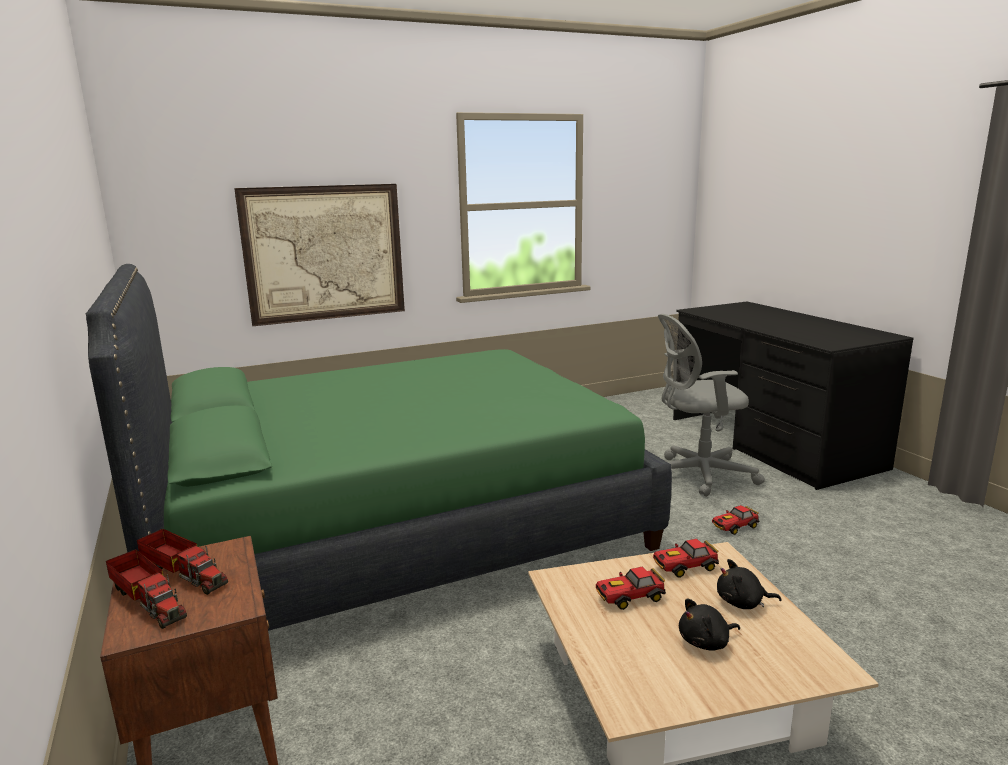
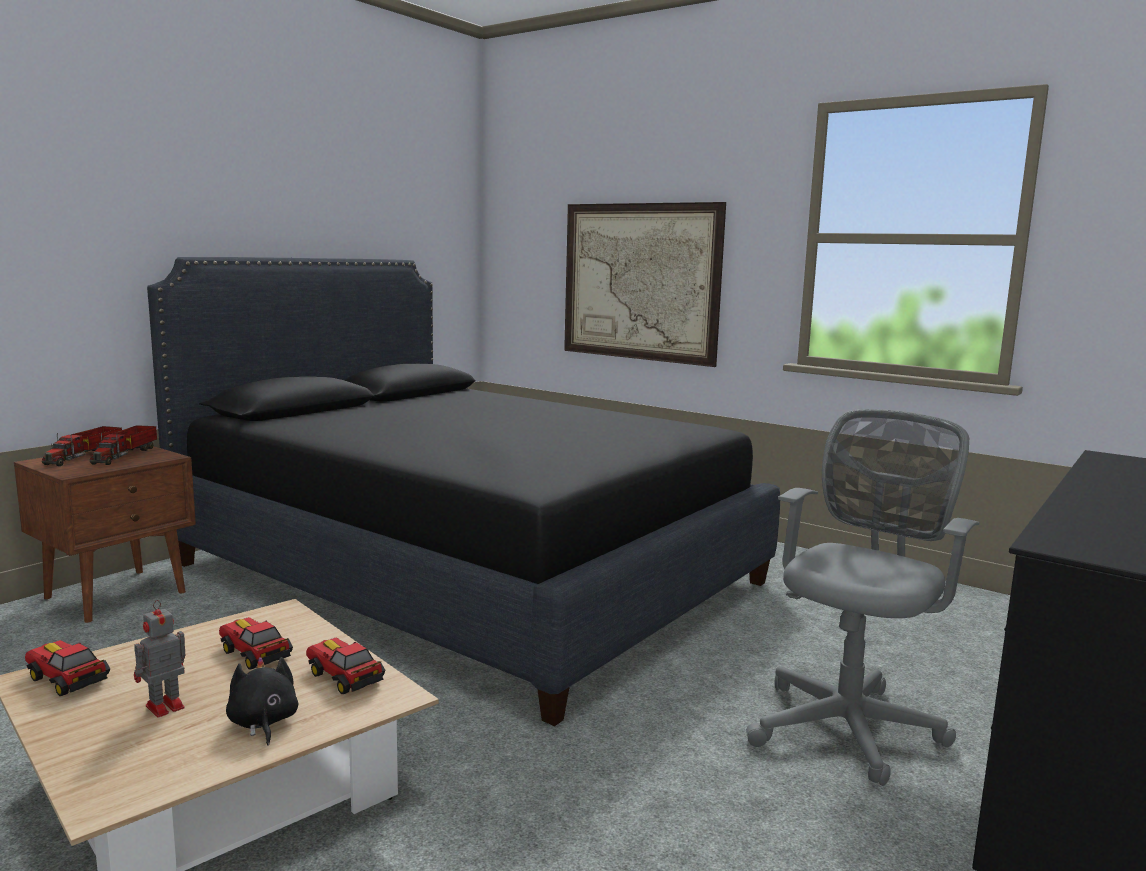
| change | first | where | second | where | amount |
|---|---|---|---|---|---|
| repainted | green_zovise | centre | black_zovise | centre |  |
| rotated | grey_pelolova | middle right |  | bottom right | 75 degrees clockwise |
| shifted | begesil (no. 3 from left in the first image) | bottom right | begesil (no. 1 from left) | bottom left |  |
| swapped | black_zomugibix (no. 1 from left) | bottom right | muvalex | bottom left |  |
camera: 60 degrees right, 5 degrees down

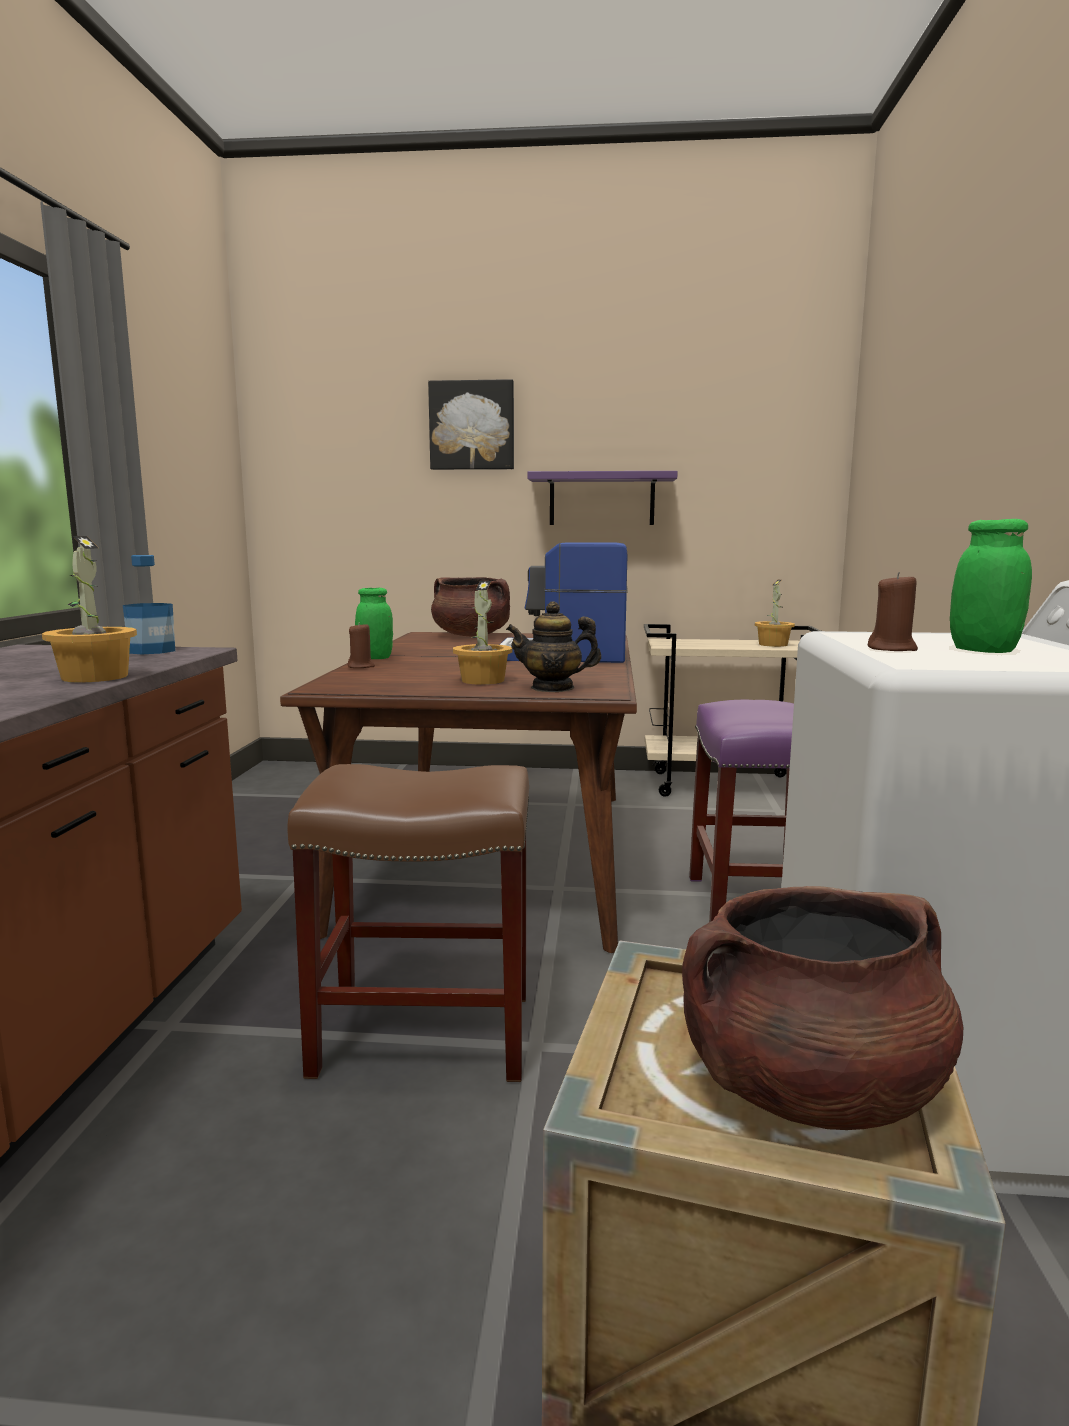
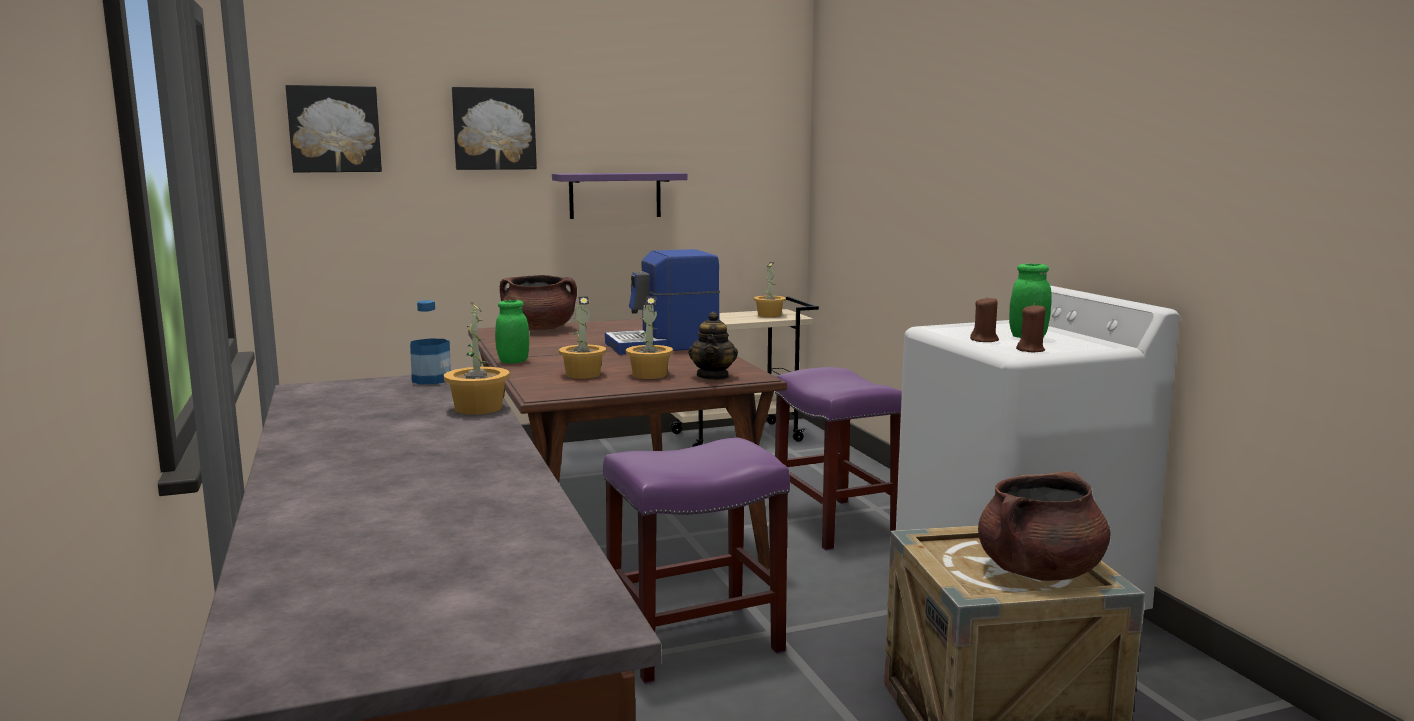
| change | first | where | second | where | amount |
|---|---|---|---|---|---|
| rotated | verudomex | centre |  | centre | 60 degrees counterclockwise |
| shifted | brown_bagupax (no. 1 from left in the first image) | centre | brown_bagupax (no. 2 from left) | middle right |  |
| repainted | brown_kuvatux | centre | purple_kuvatux (no. 1 from left) | bottom centre |  |
| new |  |  | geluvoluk (no. 1 from left) | top left |  |
| new |  |  | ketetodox (no. 2 from left) | centre |  |
camera: 25 degrees left, 0 degrees up

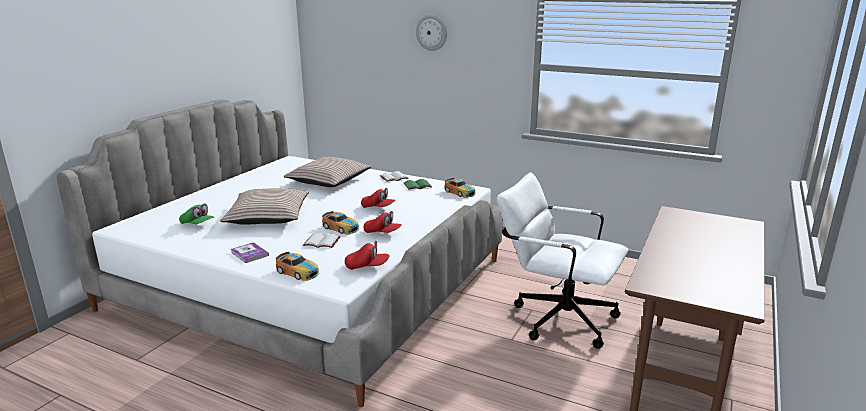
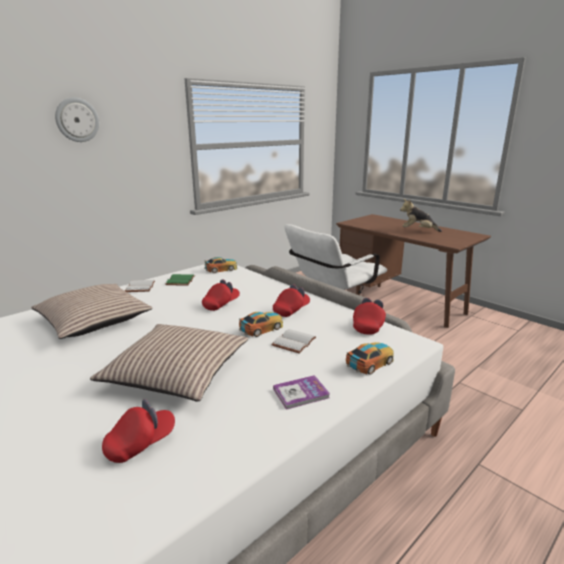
| change | first | where | second | where | amount |
|---|---|---|---|---|---|
| repainted | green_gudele | middle left | red_gudele (no. 1 from left) | bottom left |  |
| new |  |  | zomugibix | middle right |  |
camera: 70 degrees left, 0 degrees up

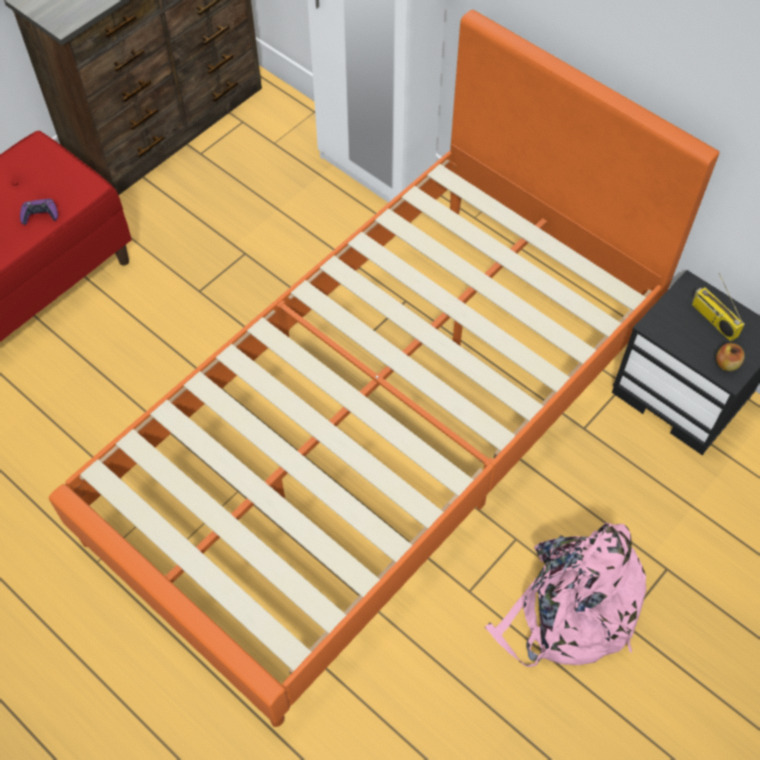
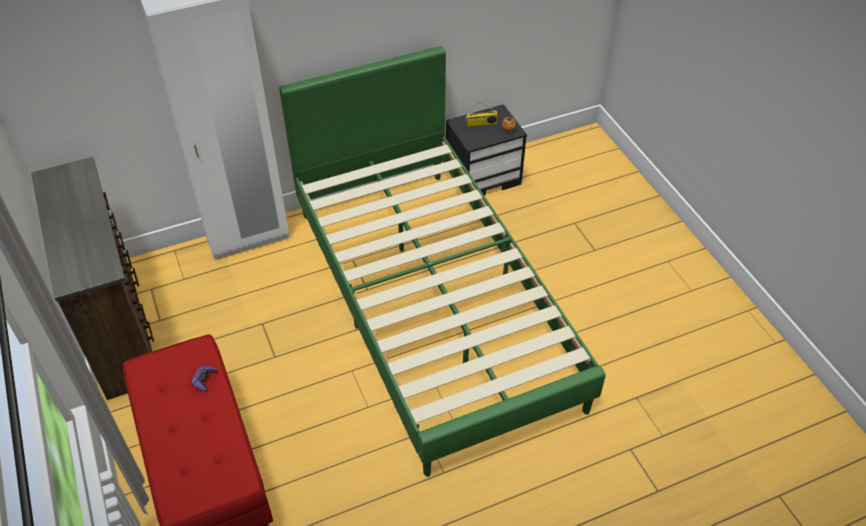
| change | first | where | second | where | amount |
|---|---|---|---|---|---|
| repainted | orange_zovise | centre | green_zovise | centre |  |
| gone | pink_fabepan | bottom right |  |  |  |
camera: 65 degrees left, 10 degrees down

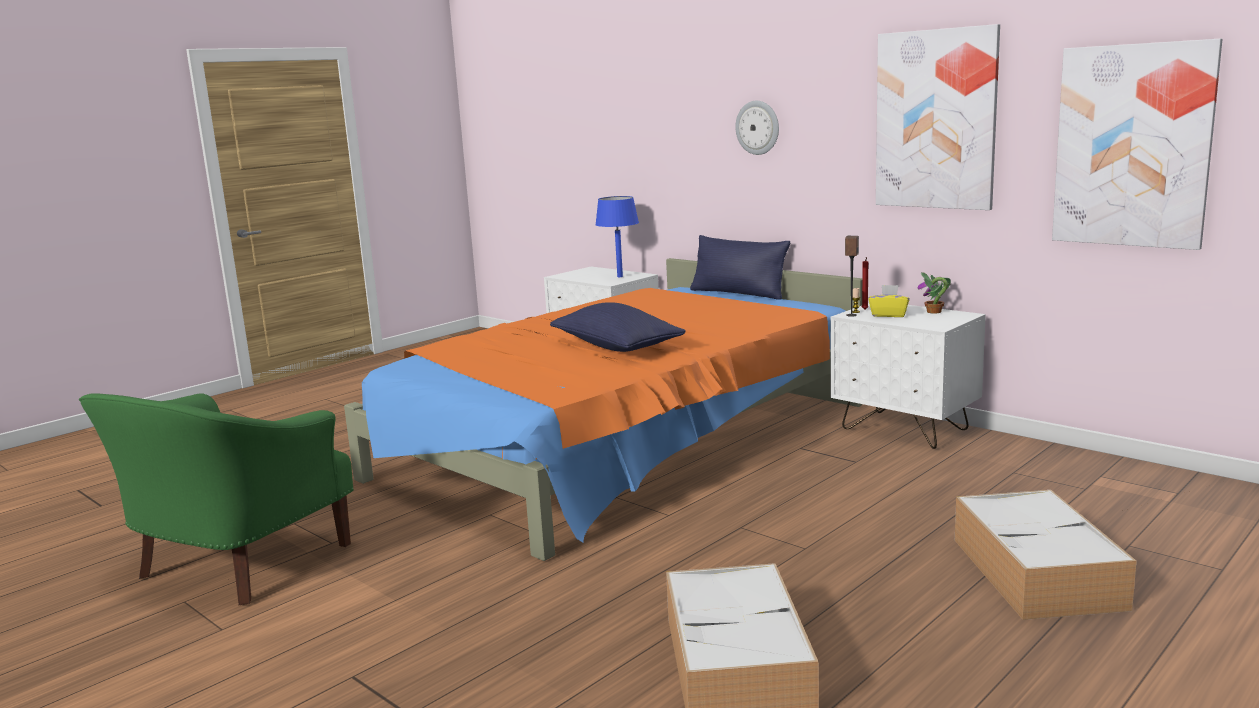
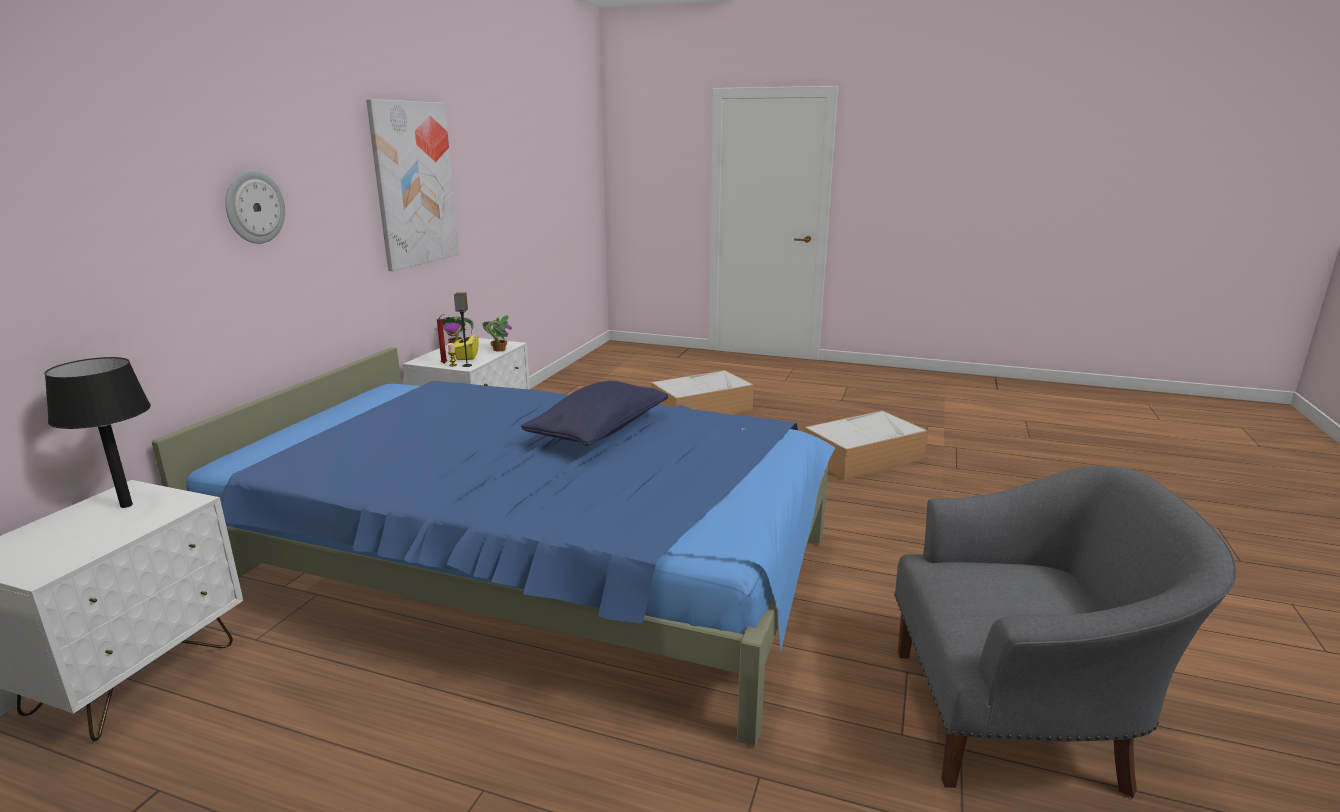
| change | first | where | second | where | amount |
|---|---|---|---|---|---|
| gone | geluvoluk (no. 2 from left) | top right |  |  |  |
| repainted | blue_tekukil | centre | black_tekukil | middle left |  |
| gone | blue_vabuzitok (no. 2 from left) | centre |  |  |  |
| repainted | orange_zovise | centre | blue_zovise | bottom centre |  |
| repainted | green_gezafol | bottom left | grey_gezafol | bottom right |  |
| new |  |  | ketetodox (no. 2 from left) | centre |  |
camera: 115 degrees left, 5 degrees up

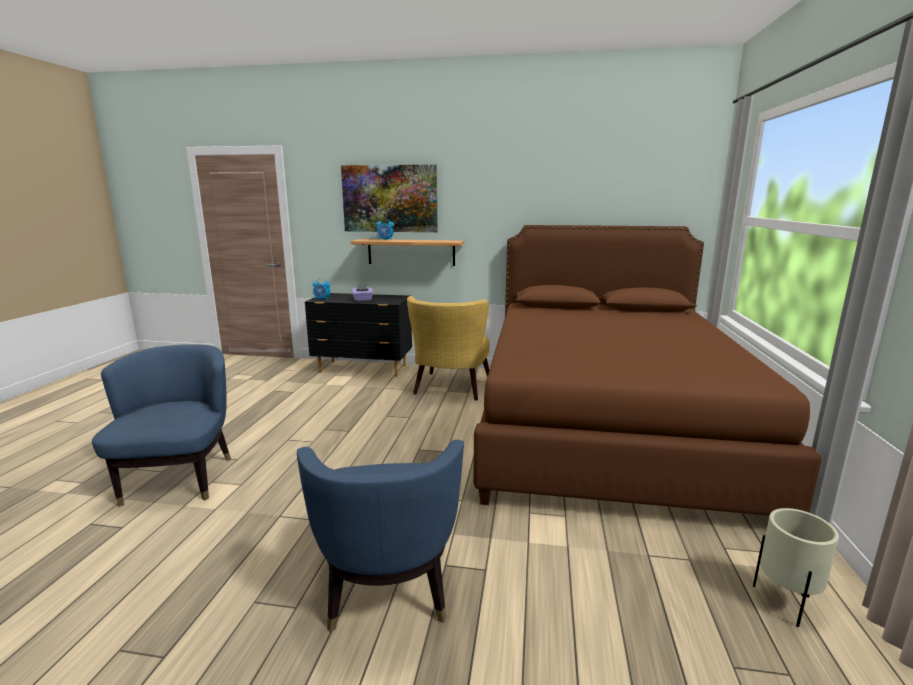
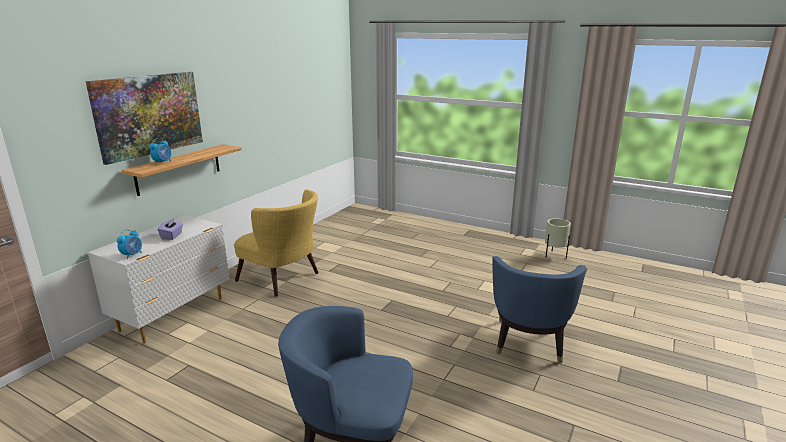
| change | first | where | second | where | amount |
|---|---|---|---|---|---|
| gone | brown_zovise | middle right |  |  |  |
| repainted | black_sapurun | centre | white_sapurun | middle left |  |
| rotated | blue_gezafol (no. 2 from left) | bottom centre |  | bottom right | 90 degrees clockwise |
camera: 70 degrees left, 5 degrees up

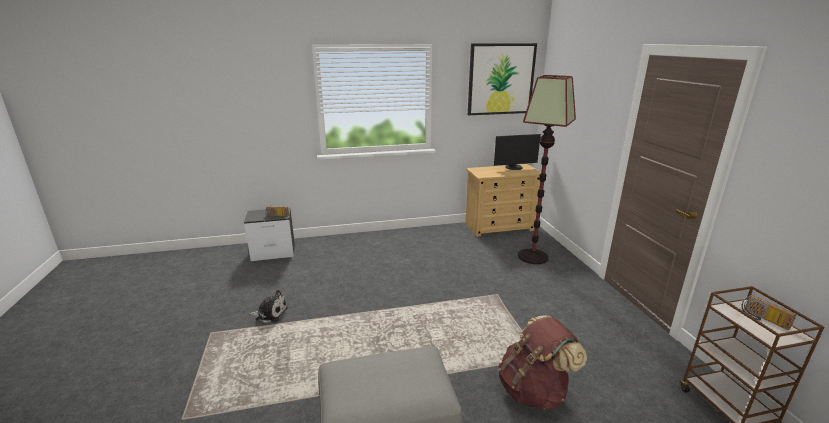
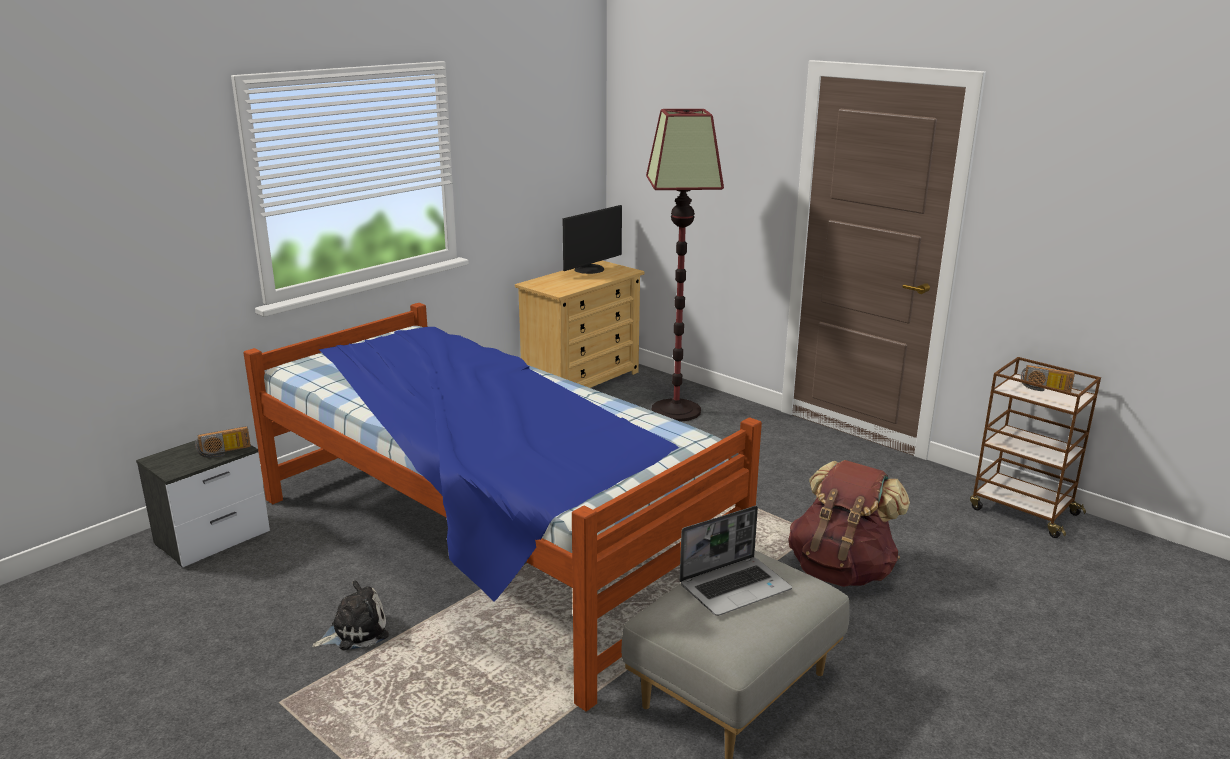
| change | first | where | second | where | amount |
|---|---|---|---|---|---|
| gone | geluvoluk | top centre |  |  |  |
| new |  |  | zovise | bottom centre |  |
| new |  |  | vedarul | bottom centre |  |
camera: 35 degrees left, 0 degrees up

